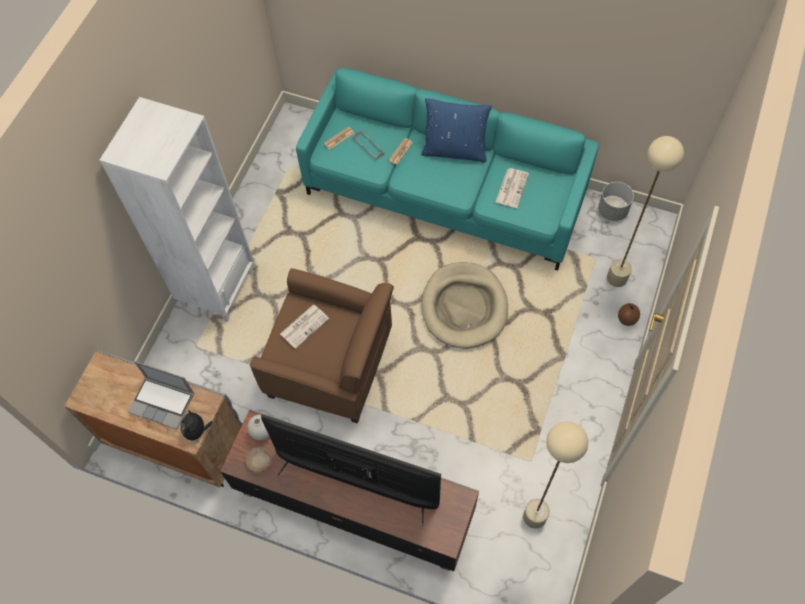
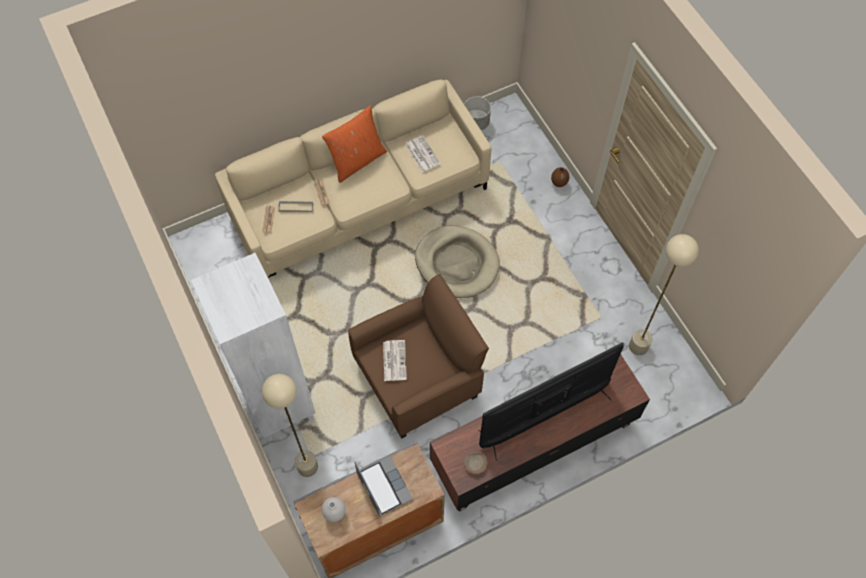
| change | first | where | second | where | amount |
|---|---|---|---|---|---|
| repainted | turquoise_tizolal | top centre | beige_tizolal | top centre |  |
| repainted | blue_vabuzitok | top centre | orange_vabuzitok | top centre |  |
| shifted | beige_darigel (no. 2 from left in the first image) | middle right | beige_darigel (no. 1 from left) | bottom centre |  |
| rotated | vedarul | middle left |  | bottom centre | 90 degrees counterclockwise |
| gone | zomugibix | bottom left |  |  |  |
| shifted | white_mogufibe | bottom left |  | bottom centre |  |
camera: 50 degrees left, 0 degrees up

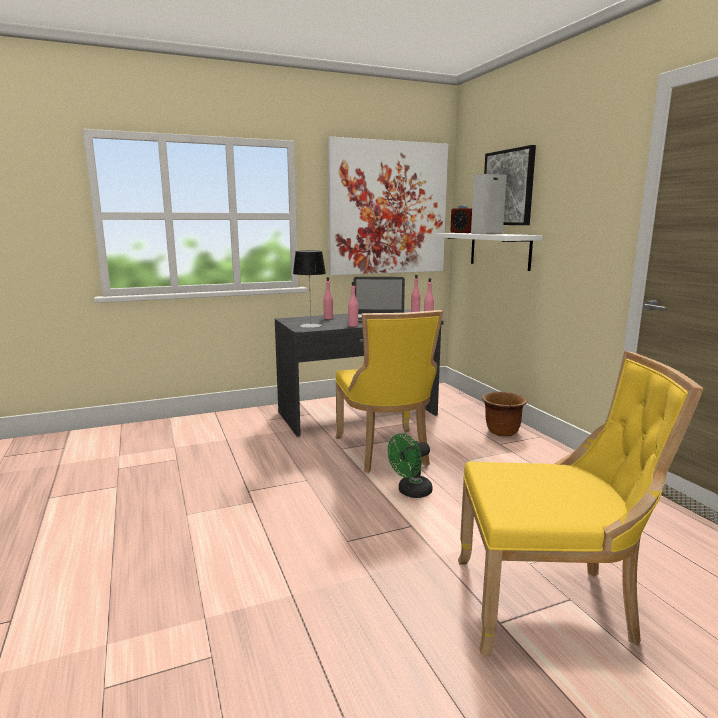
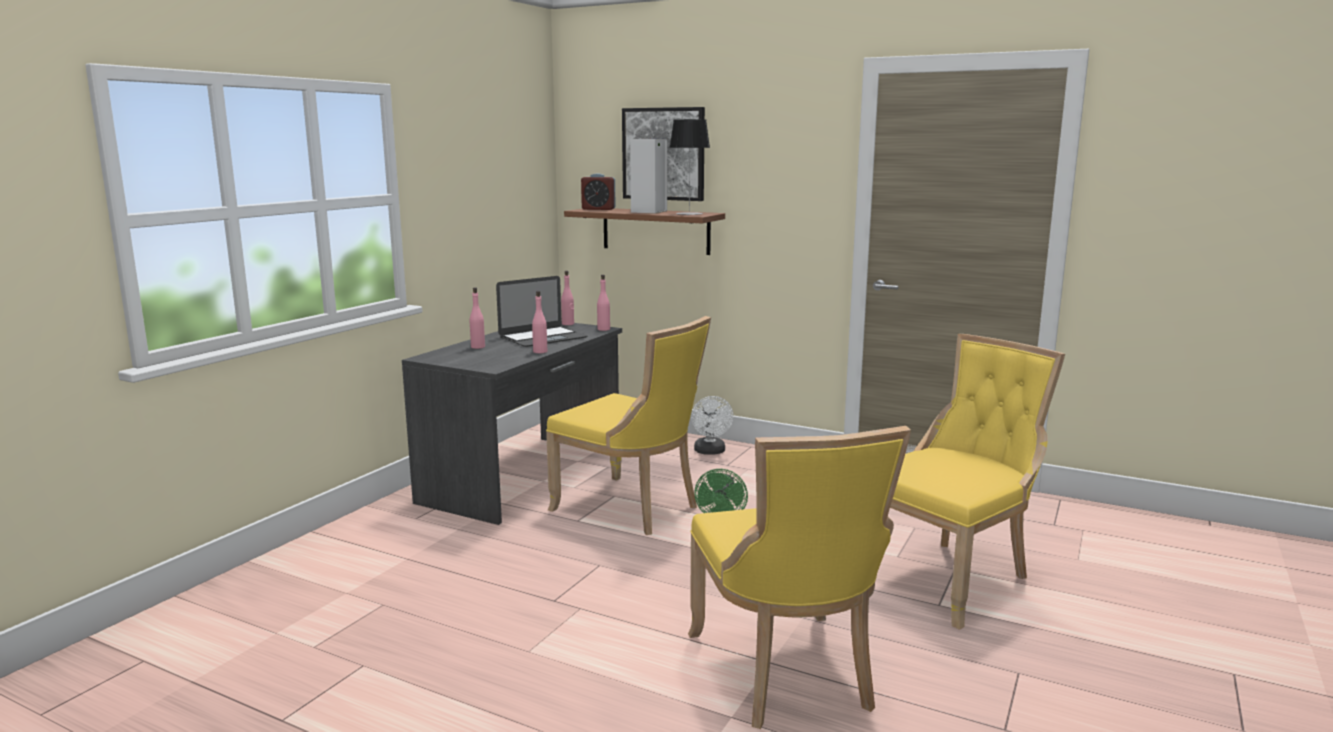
| change | first | where | second | where | amount |
|---|---|---|---|---|---|
| gone | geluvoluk (no. 1 from left) | top centre |  |  |  |
| repainted | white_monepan | middle right | brown_monepan | top centre |  |
| shifted | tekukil | centre |  | top centre |  |
| swapped | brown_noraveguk | middle right | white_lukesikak | centre |  |
| new |  |  | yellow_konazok (no. 2 from left) | bottom centre |  |
camera: 40 degrees left, 0 degrees up

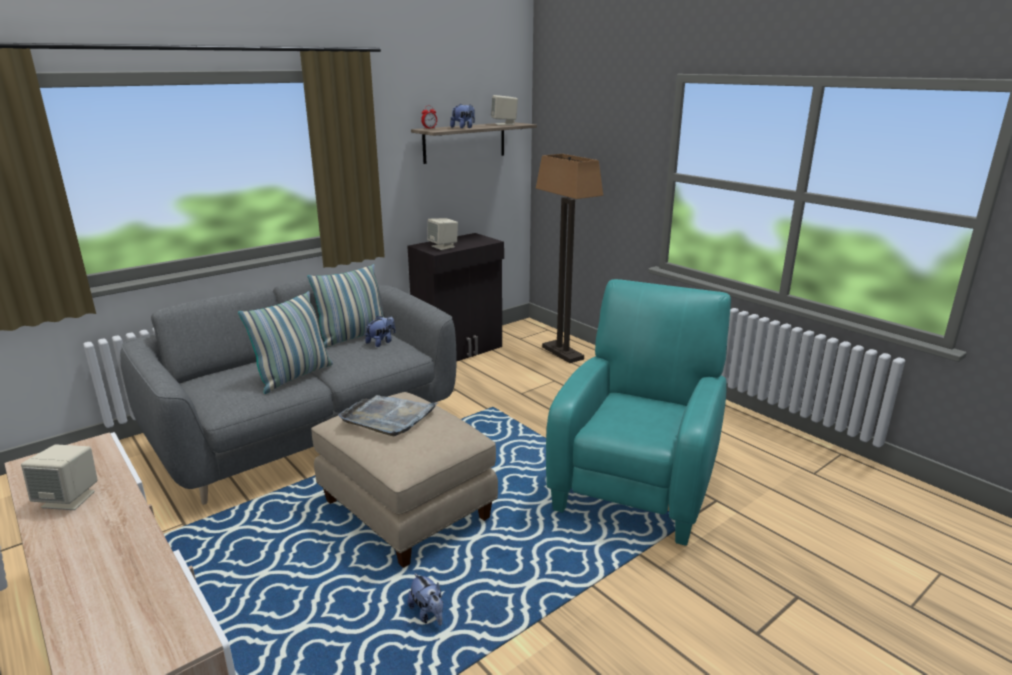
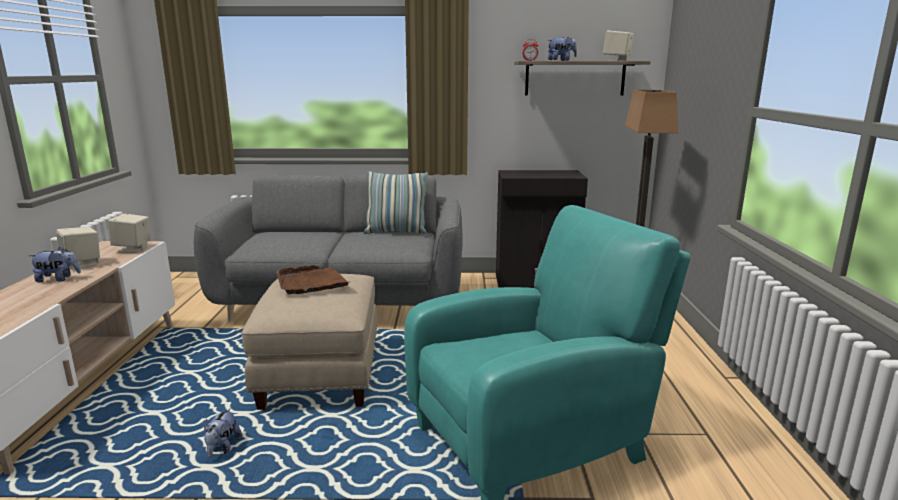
| change | first | where | second | where | amount |
|---|---|---|---|---|---|
| shifted | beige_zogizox (no. 2 from left) | centre |  | middle left |  |
| gone | vabuzitok (no. 1 from left) | middle left |  |  |  |
| shifted | zomugibix (no. 1 from left) | centre |  | middle left |  |
| repainted | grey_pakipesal | centre | brown_pakipesal | centre |  |
camera: 40 degrees right, 5 degrees down

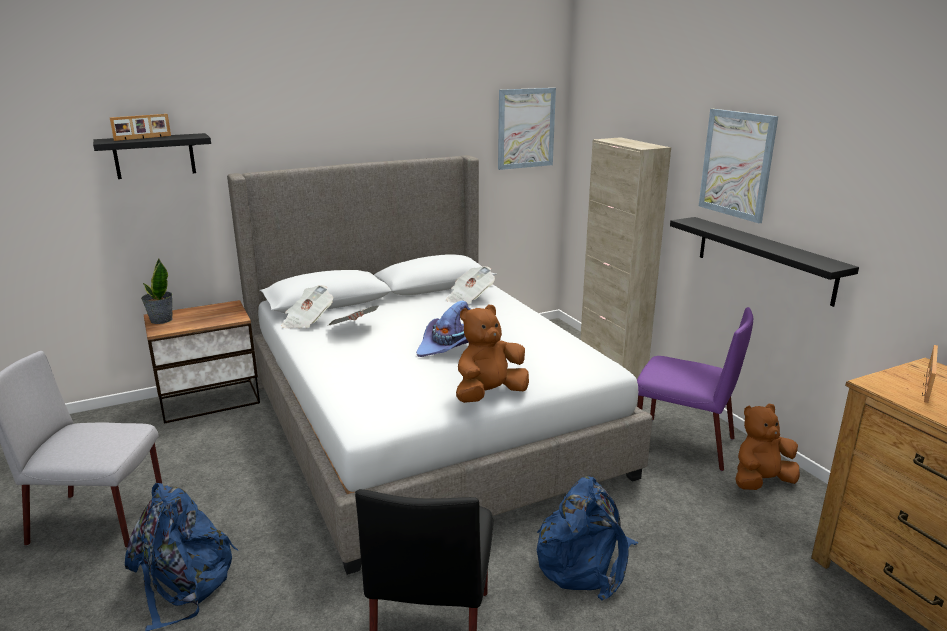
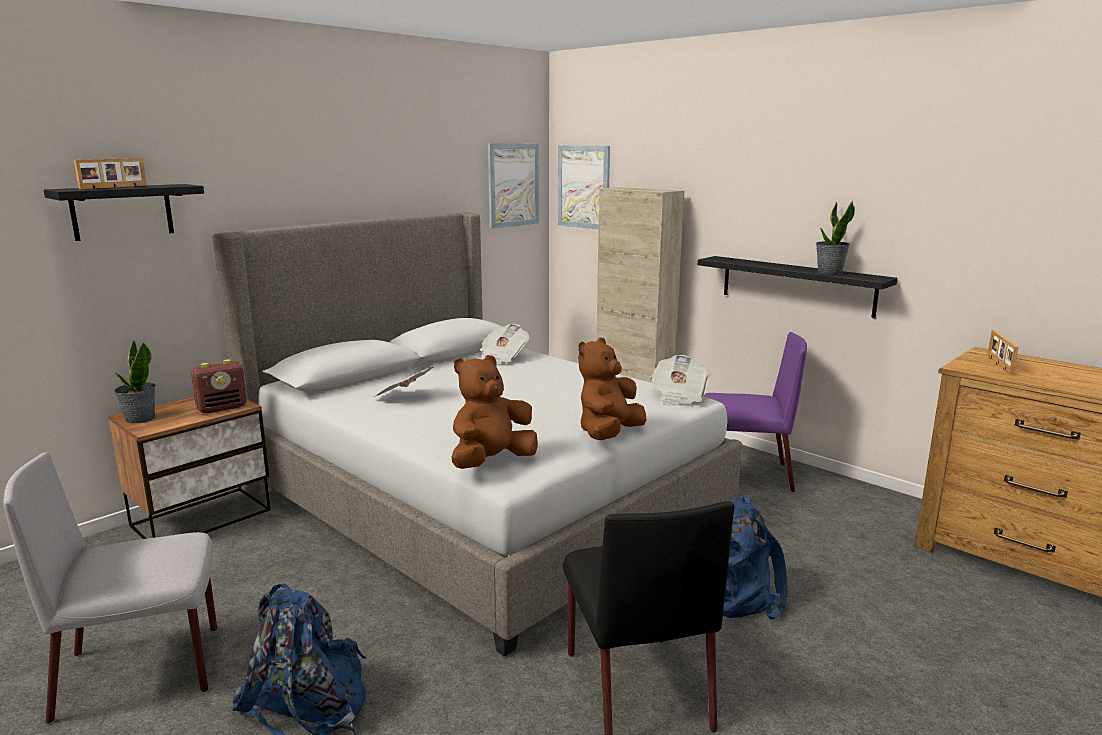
| change | first | where | second | where | amount |
|---|---|---|---|---|---|
| shifted | geluvoluk (no. 2 from left) | top right |  | top centre |  |
| shifted | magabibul (no. 1 from left in the first image) | middle left | magabibul (no. 3 from left) | centre |  |
| gone | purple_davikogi | centre |  |  |  |
| shifted | brown_zomugibix (no. 2 from left in the first image) | bottom right | brown_zomugibix (no. 1 from left) | centre |  |
| new |  |  | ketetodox (no. 2 from left) | top right |  |
| new |  |  | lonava | middle left |  |
camera: 20 degrees left, 5 degrees down

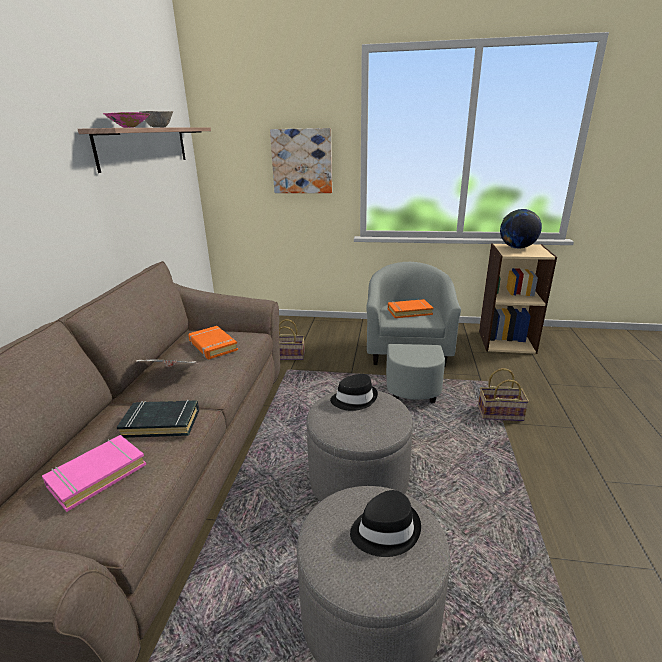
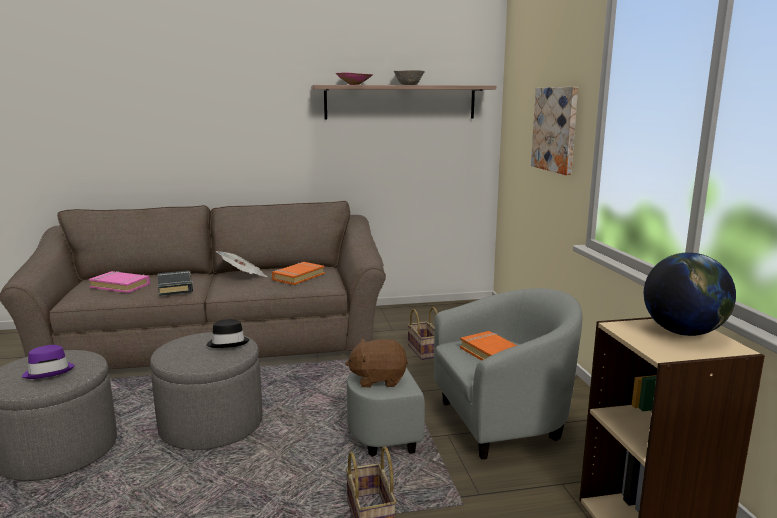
| change | first | where | second | where | amount |
|---|---|---|---|---|---|
| repainted | black_davikogi (no. 2 from left) | bottom centre | purple_davikogi | bottom left |  |
| new |  |  | brown_zomugibix | bottom centre |  |
camera: 70 degrees right, 10 degrees down

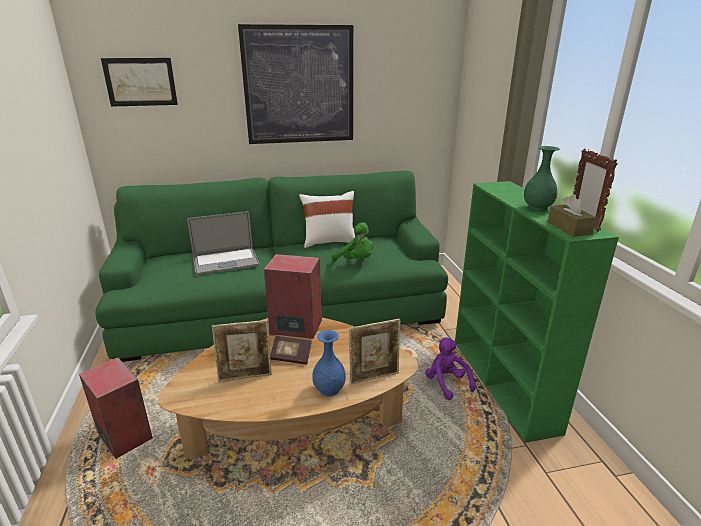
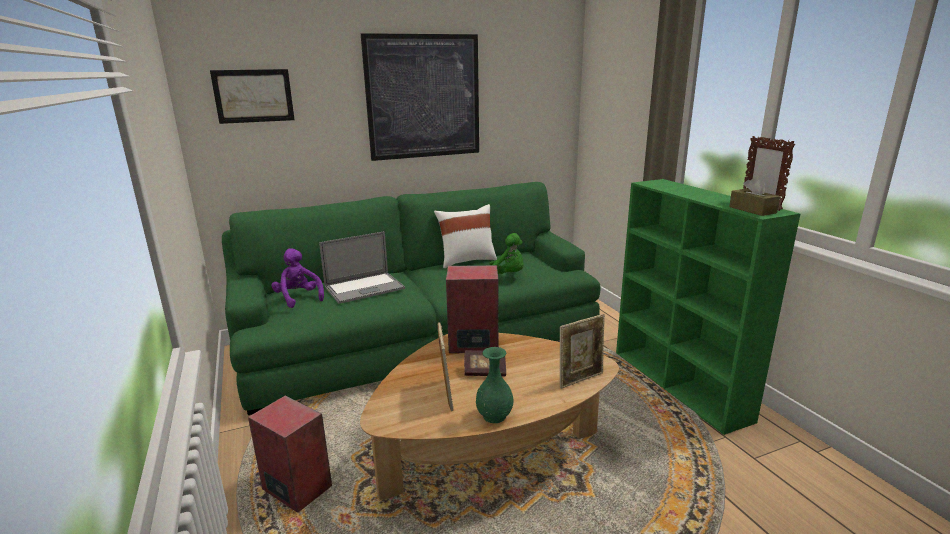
| change | first | where | second | where | amount |
|---|---|---|---|---|---|
| shifted | green_mogufibe | middle right |  | bottom centre |  |
| rotated | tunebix (no. 1 from left) | bottom centre |  | bottom centre | 75 degrees counterclockwise |
| gone | blue_mogufibe | bottom centre |  |  |  |
| shifted | purple_zomugibix | bottom centre |  | middle left |  |
camera: 10 degrees left, 5 degrees down

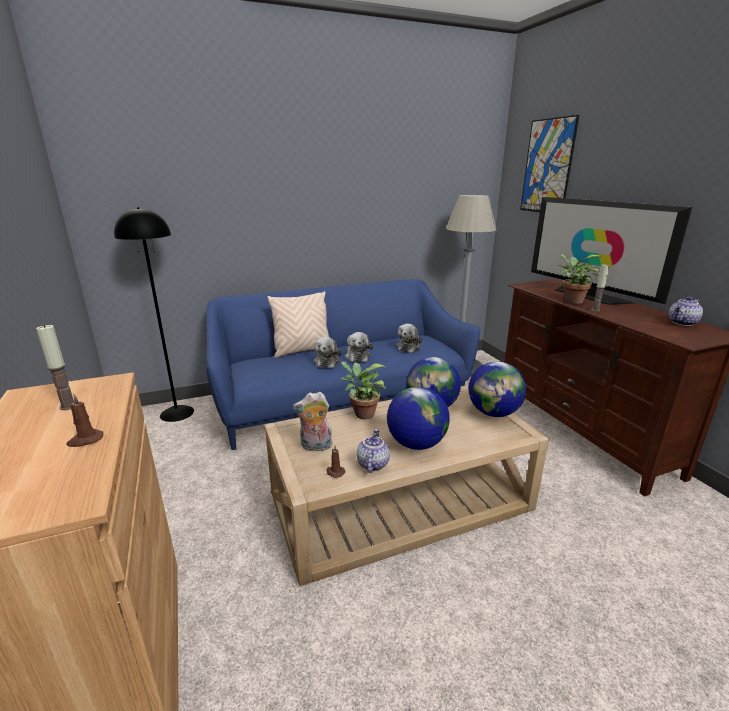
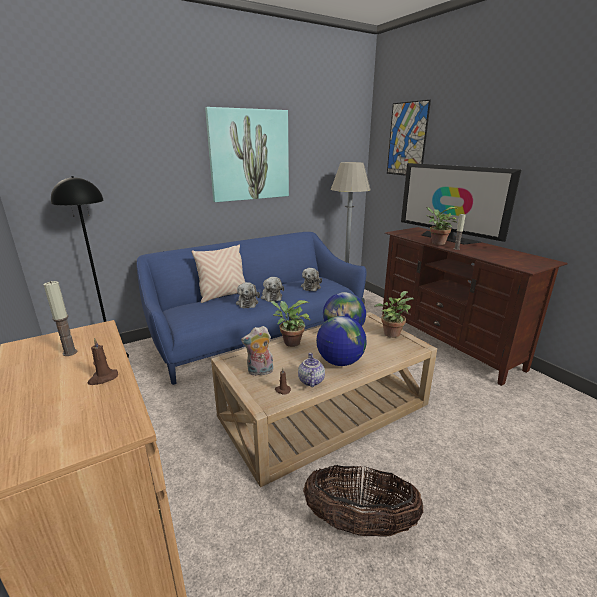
| change | first | where | second | where | amount |
|---|---|---|---|---|---|
| gone | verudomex (no. 2 from left) | middle right |  |  |  |
| swapped | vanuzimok (no. 3 from left) | middle right | ketetodox (no. 2 from left) | centre |  |
| new |  |  | geluvoluk (no. 1 from left) | top centre |  |
| new |  |  | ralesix | bottom centre |  |
camera: 10 degrees left, 0 degrees up

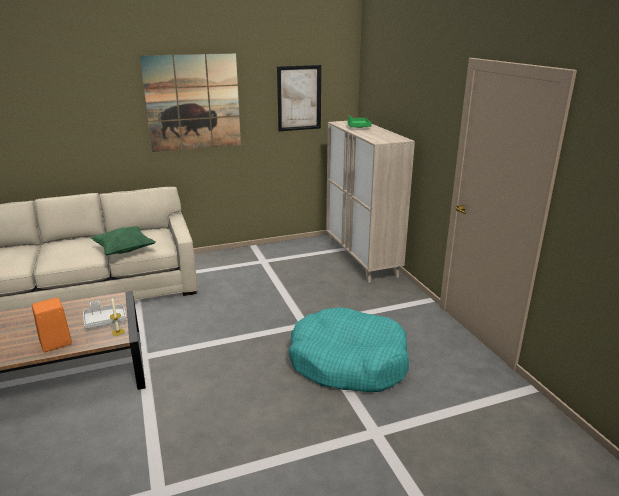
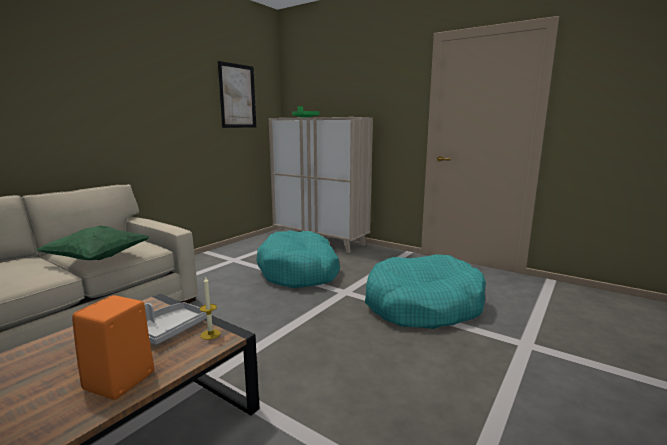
| change | first | where | second | where | amount |
|---|---|---|---|---|---|
| gone | geluvoluk (no. 1 from left) | top left |  |  |  |
| new |  |  | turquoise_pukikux (no. 1 from left) | centre |  |
camera: 35 degrees left, 10 degrees down

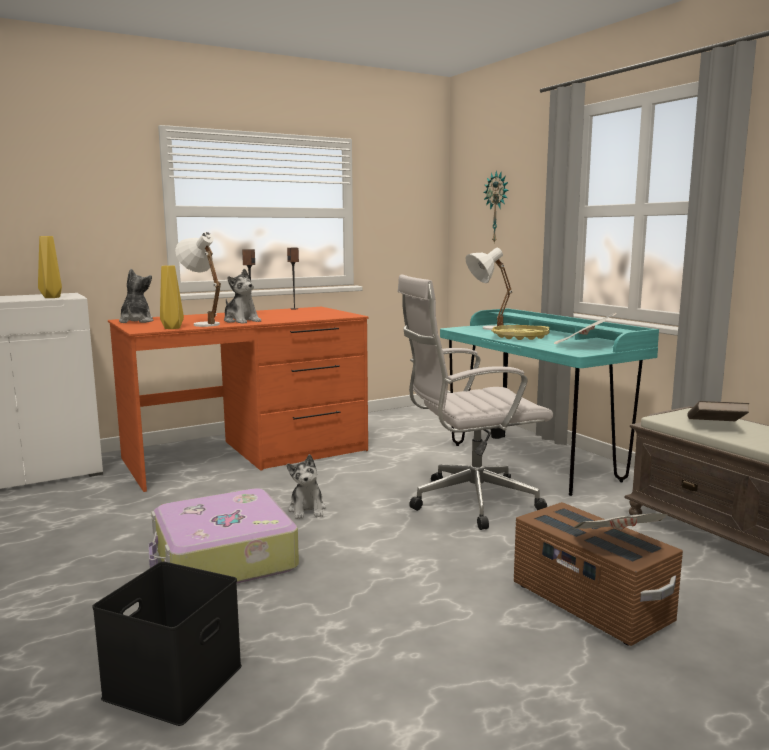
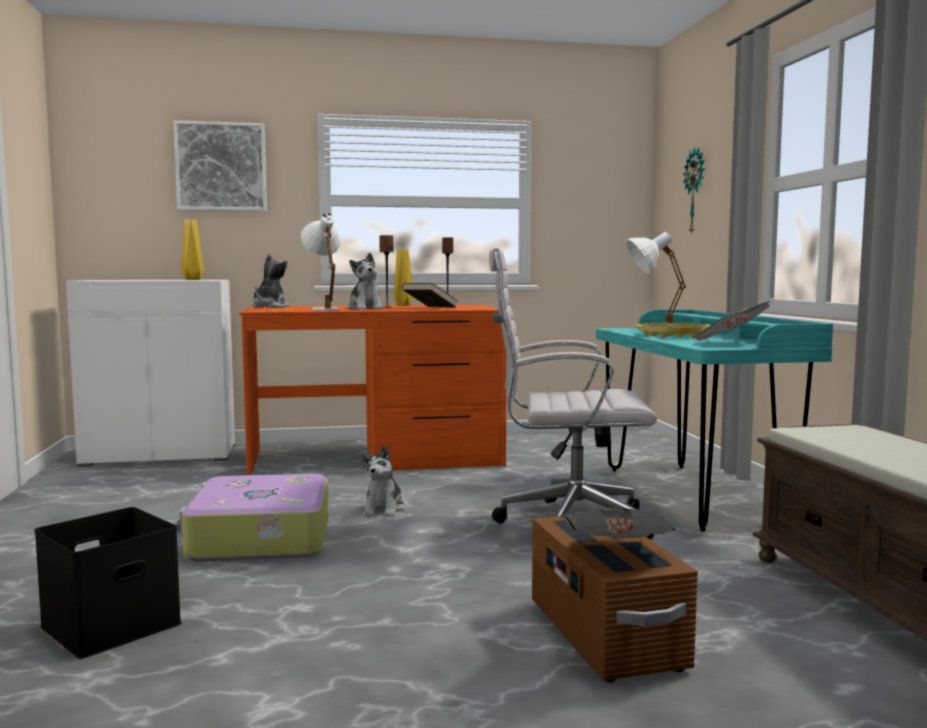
| change | first | where | second | where | amount |
|---|---|---|---|---|---|
| shifted | yellow_mogufibe (no. 2 from left) | middle left |  | centre |  |
| shifted | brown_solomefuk | middle right |  | centre |  |
| new |  |  | geluvoluk | top left |  |
camera: 20 degrees right, 5 degrees down

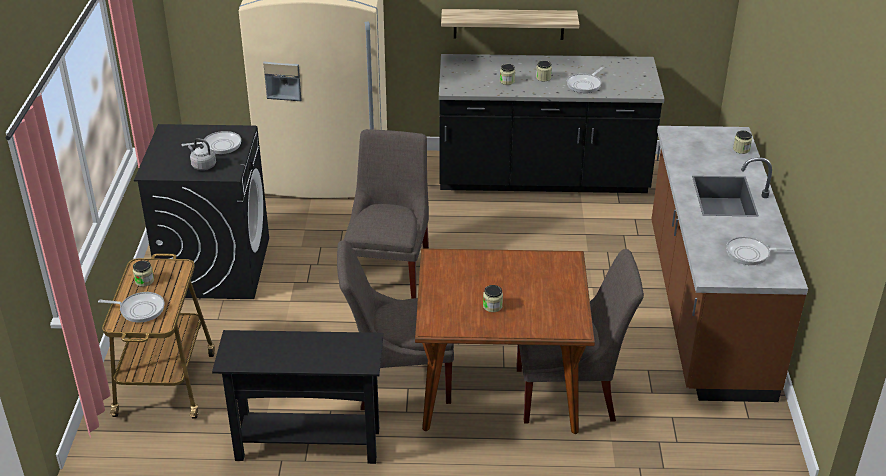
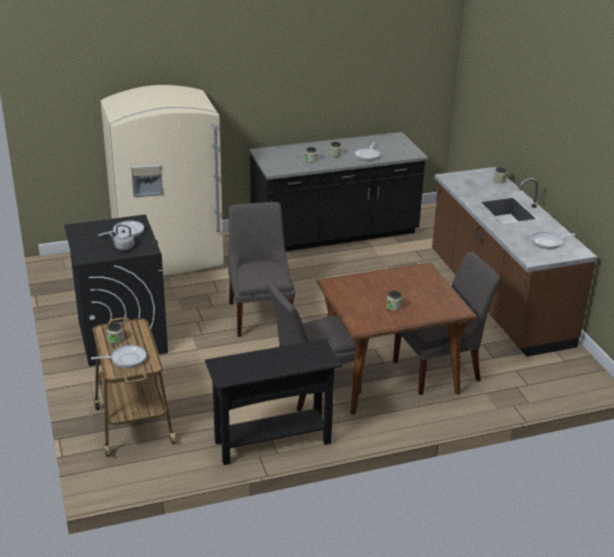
| change | first | where | second | where | amount |
|---|---|---|---|---|---|
| gone | monepan | top centre |  |  |  |
camera: 20 degrees left, 5 degrees down

